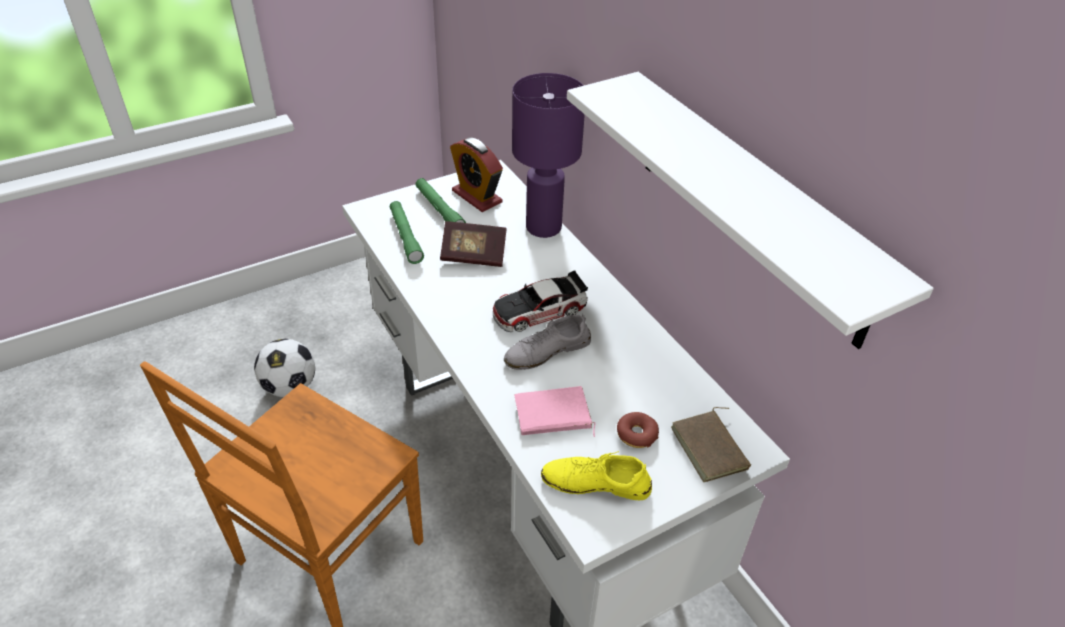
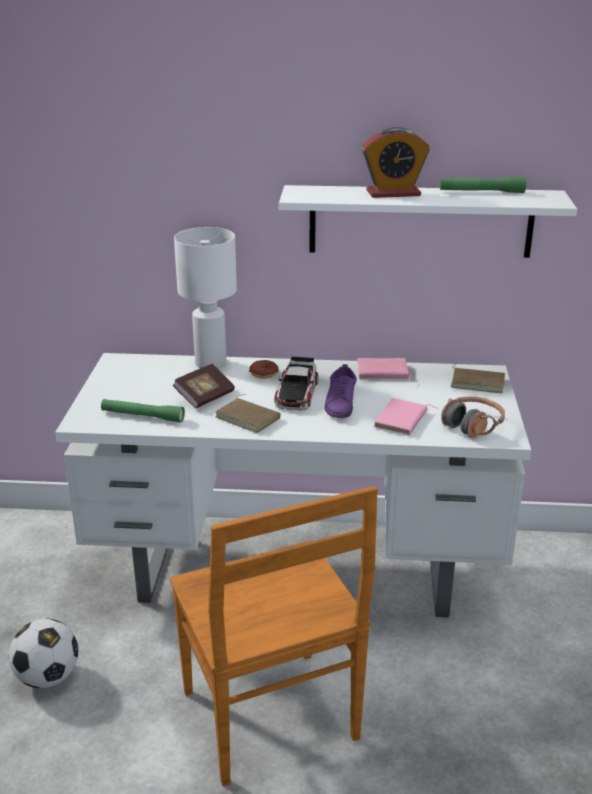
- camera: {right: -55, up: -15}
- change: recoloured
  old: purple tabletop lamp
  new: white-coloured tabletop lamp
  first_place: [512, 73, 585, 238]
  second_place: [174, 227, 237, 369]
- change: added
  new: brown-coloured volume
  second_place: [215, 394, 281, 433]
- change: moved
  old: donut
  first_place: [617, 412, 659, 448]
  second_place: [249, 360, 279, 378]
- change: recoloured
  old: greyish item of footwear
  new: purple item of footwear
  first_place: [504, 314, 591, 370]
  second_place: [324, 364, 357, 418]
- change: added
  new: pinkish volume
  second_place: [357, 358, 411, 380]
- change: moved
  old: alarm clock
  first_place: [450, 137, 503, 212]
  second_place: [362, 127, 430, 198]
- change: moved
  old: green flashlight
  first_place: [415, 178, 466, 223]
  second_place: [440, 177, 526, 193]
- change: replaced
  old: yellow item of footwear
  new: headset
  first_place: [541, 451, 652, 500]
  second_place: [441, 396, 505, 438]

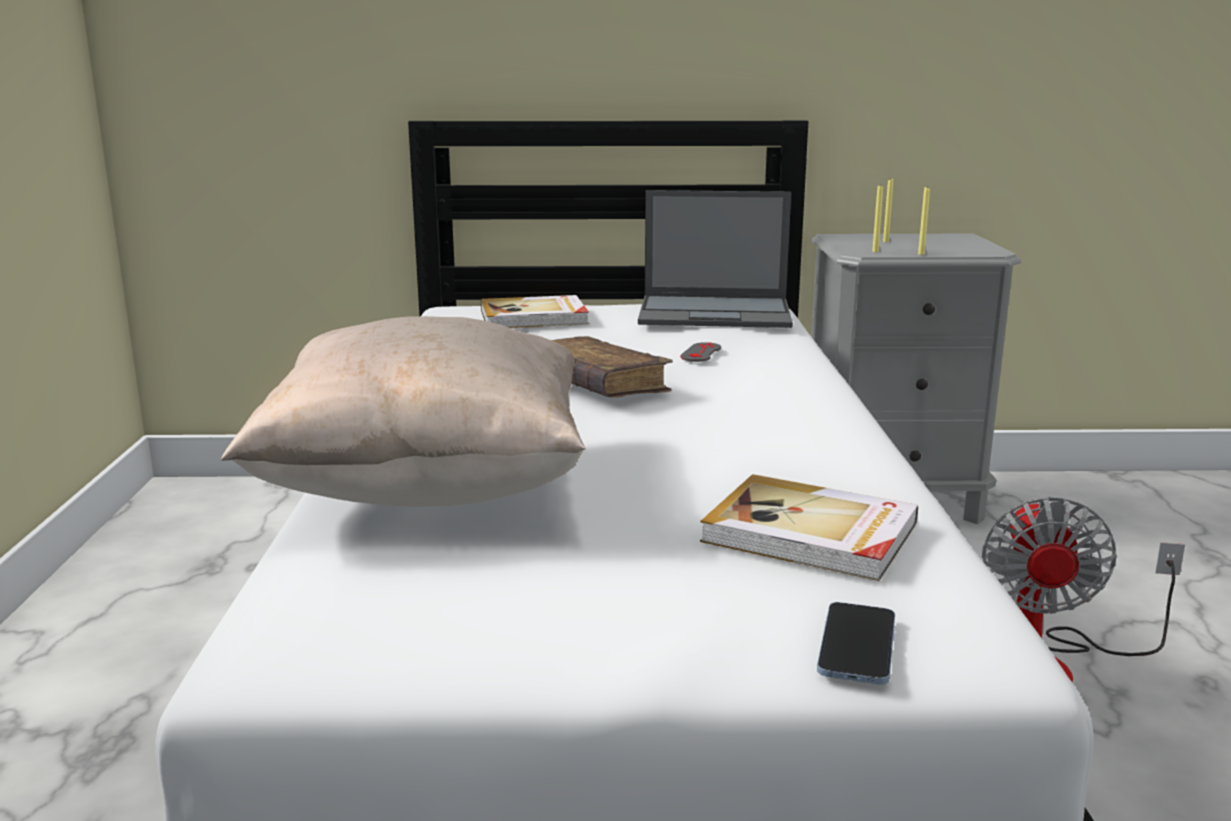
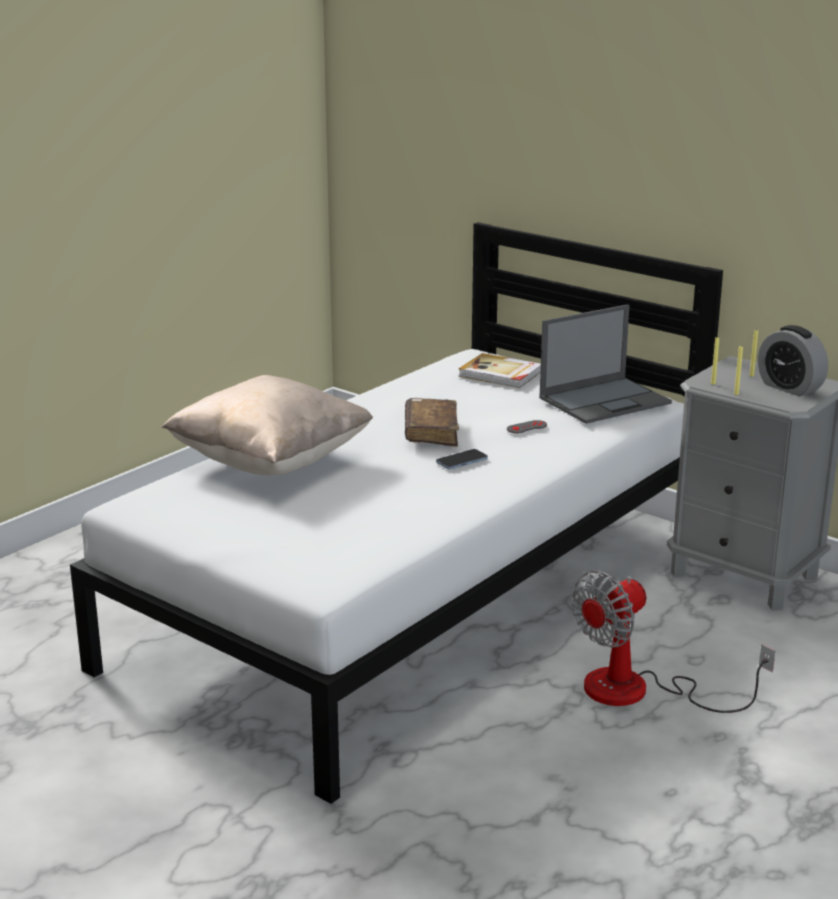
- camera: {right: 40, up: 5}
- change: moved
  old: phone
  first_place: [817, 602, 895, 685]
  second_place: [436, 449, 488, 469]
- change: turned
  old: laptop
  first_place: [638, 190, 793, 328]
  second_place: [539, 304, 672, 424]
  degrees: -75
- change: added
  new: alarm clock
  second_place: [758, 325, 828, 397]
- change: removed
  old: volume
  first_place: [700, 474, 918, 581]

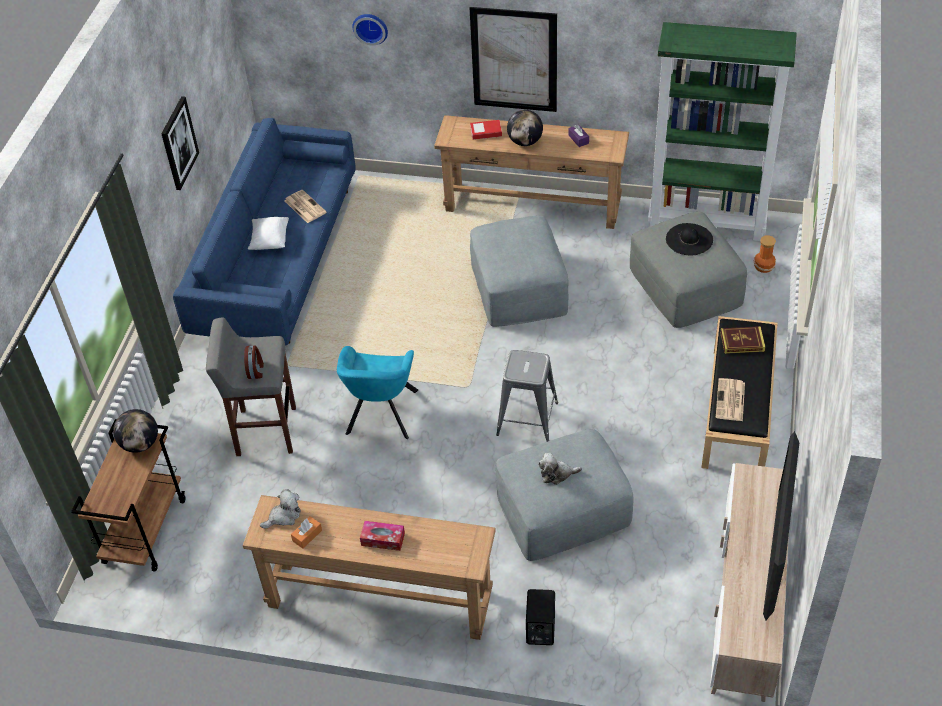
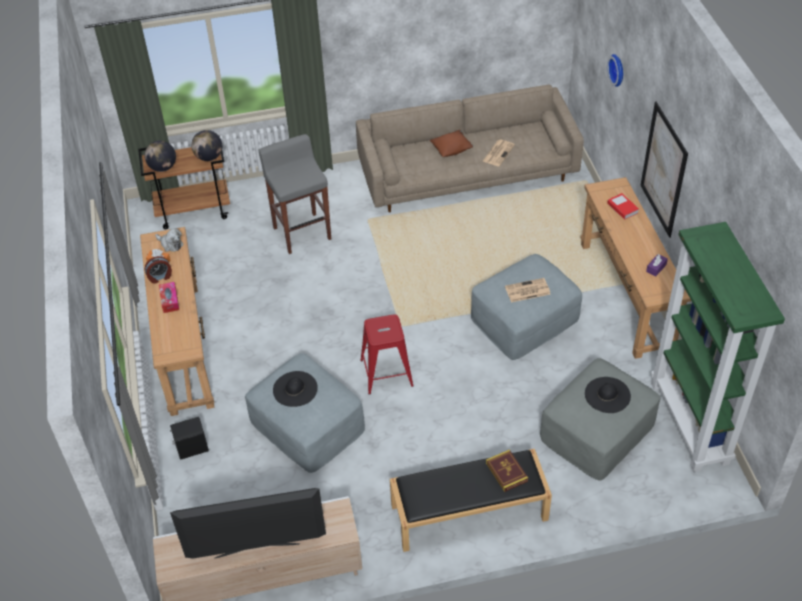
- camera: {right: 65, up: 0}
- change: moved
  old: world globe
  first_place: [507, 110, 543, 146]
  second_place: [144, 141, 176, 172]
- change: moved
  old: alarm clock
  first_place: [244, 346, 264, 379]
  second_place: [145, 256, 172, 284]
- change: replaced
  old: plush toy
  new: black-coloured hat
  first_place: [538, 453, 582, 485]
  second_place: [273, 371, 318, 407]
- change: recoloured
  old: blue couch
  new: sand-coloured couch
  first_place: [173, 118, 356, 345]
  second_place: [356, 84, 584, 212]
- change: recoloured
  old: greyish stool
  new: red-coloured stool
  first_place: [496, 350, 558, 442]
  second_place: [360, 314, 414, 395]
- change: recoloured
  old: white-coloured pillow
  new: brown-coloured pillow
  first_place: [248, 217, 289, 250]
  second_place: [430, 130, 473, 157]
- change: moved
  old: newspaper
  first_place: [716, 378, 745, 421]
  second_place: [505, 278, 550, 302]
- change: removed
  old: picture
  first_place: [161, 96, 199, 190]
- change: removed
  old: turquoise armchair
  first_place: [337, 346, 418, 439]
- change: removed
  old: vase
  first_place: [754, 235, 776, 273]

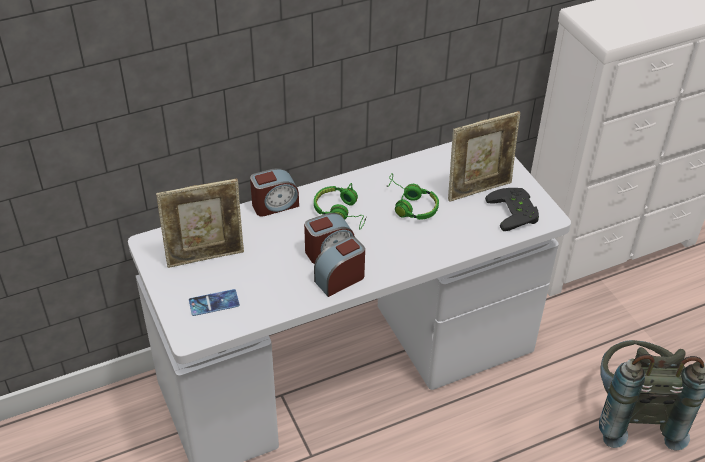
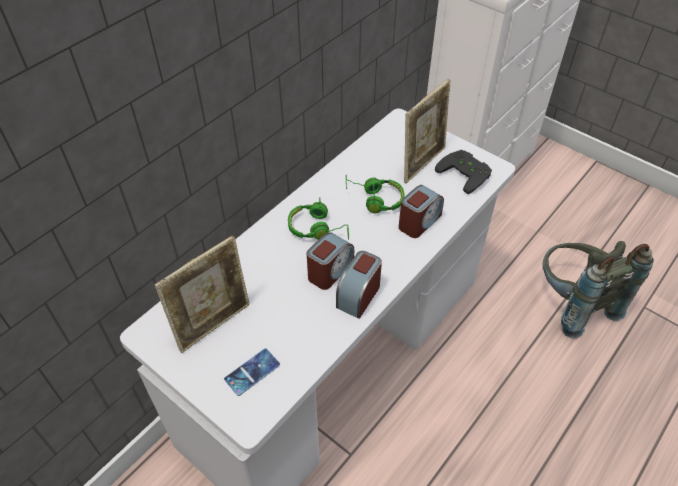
- camera: {right: -25, up: 5}
- change: moved
  old: alarm clock
  first_place: [250, 168, 299, 217]
  second_place: [399, 185, 444, 238]

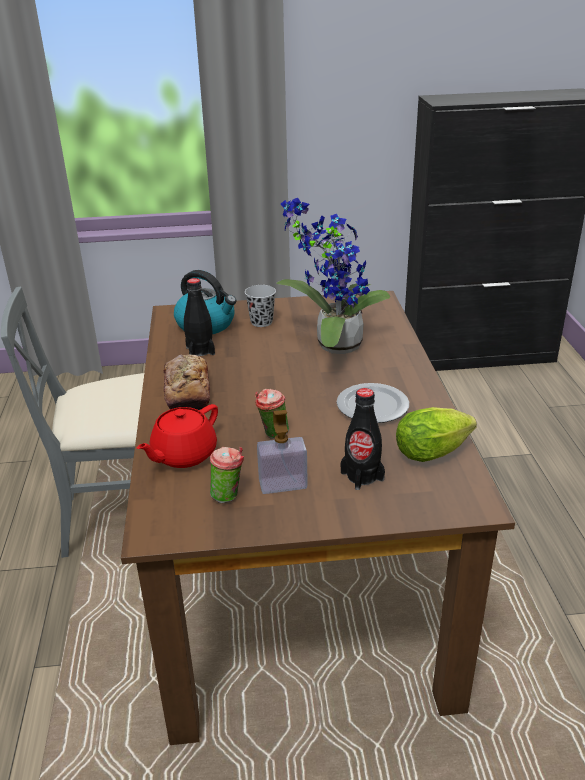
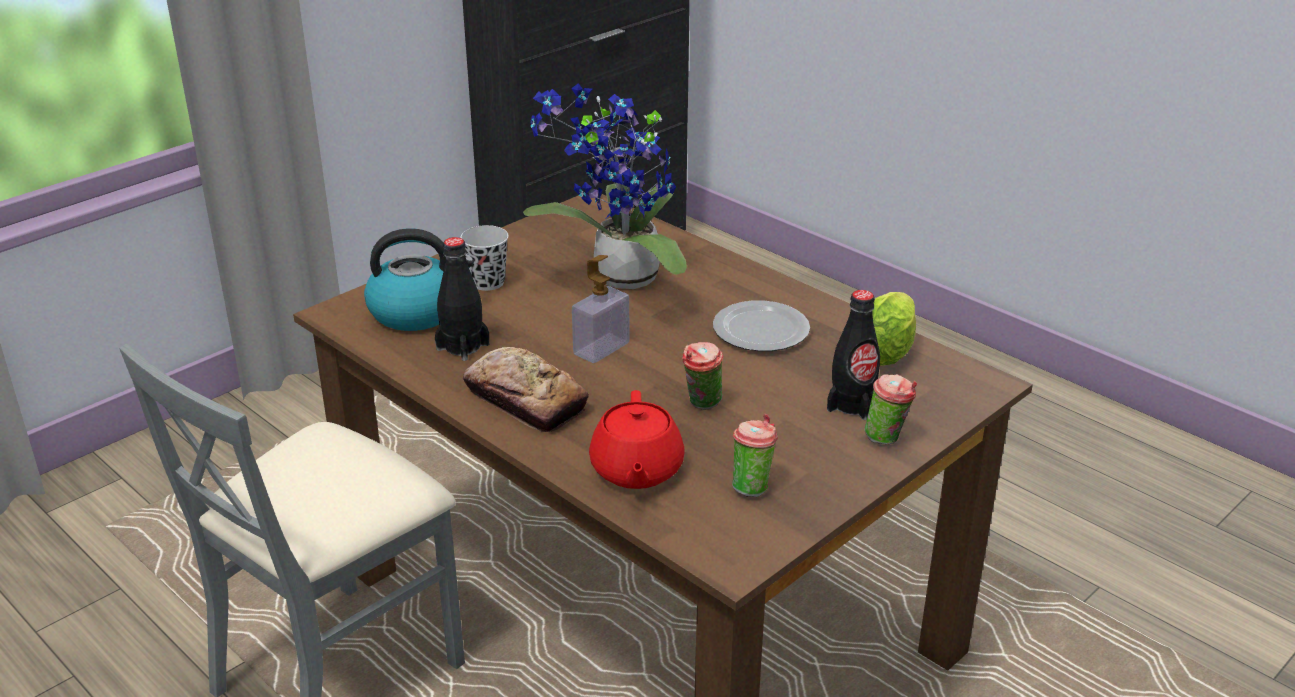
- camera: {right: -40, up: 0}
- change: moved
  old: soap bottle
  first_place: [257, 410, 308, 494]
  second_place: [572, 255, 630, 363]
- change: added
  new: small cup
  second_place: [864, 374, 917, 444]

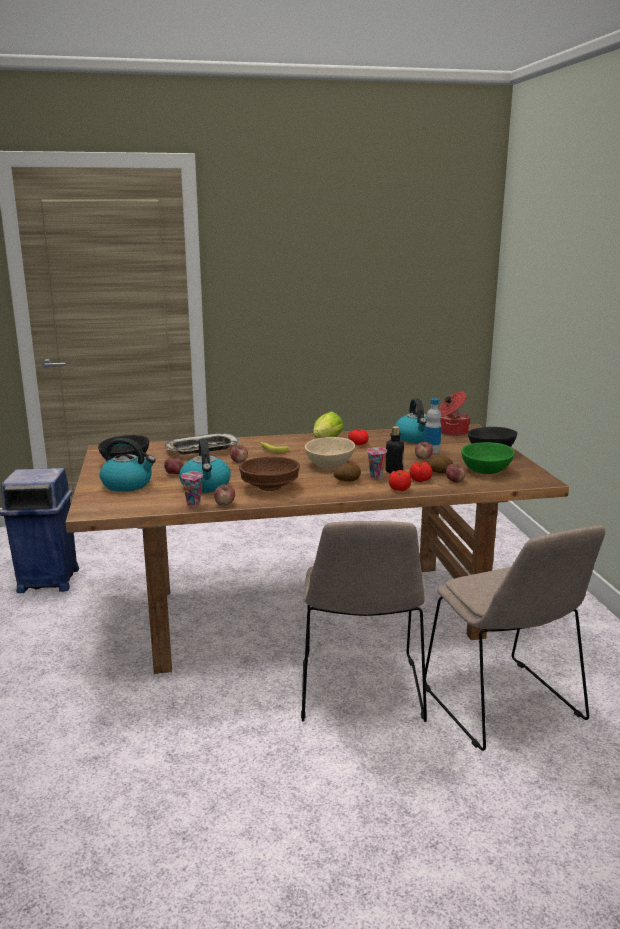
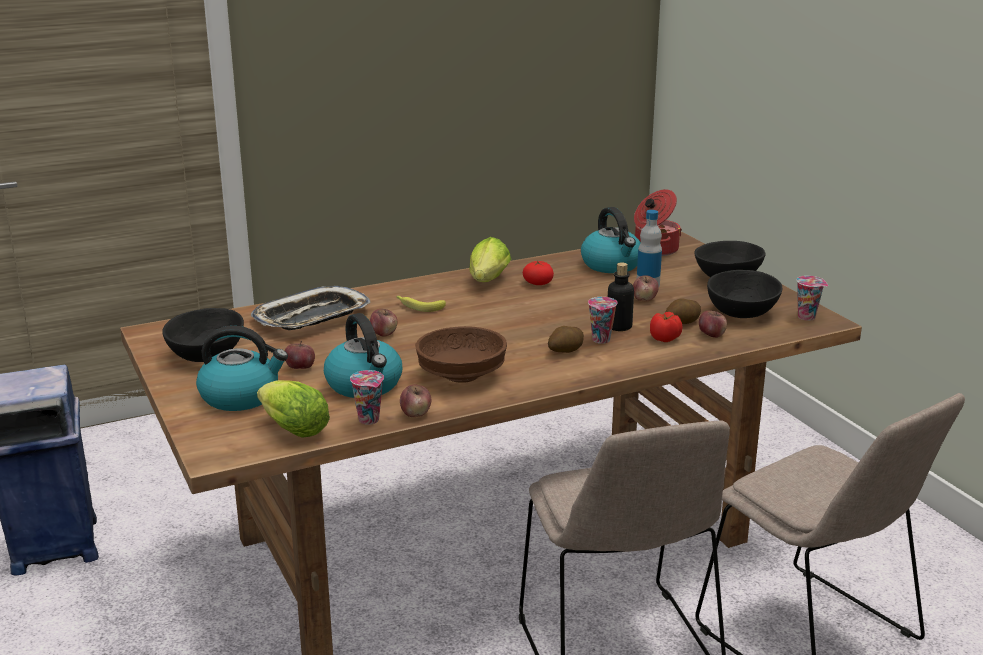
- camera: {right: -15, up: 5}
- change: added
  new: head of lettuce
  second_place: [257, 380, 330, 438]
- change: recoloured
  old: green deep dish
  new: black-coloured deep dish
  first_place: [462, 442, 515, 474]
  second_place: [707, 270, 782, 318]
- change: added
  new: small cup
  second_place: [797, 276, 828, 321]
- change: removed
  old: sand-coloured deep dish
  first_place: [305, 437, 355, 468]
- change: removed
  old: whole tomato
  first_place: [389, 470, 411, 491]

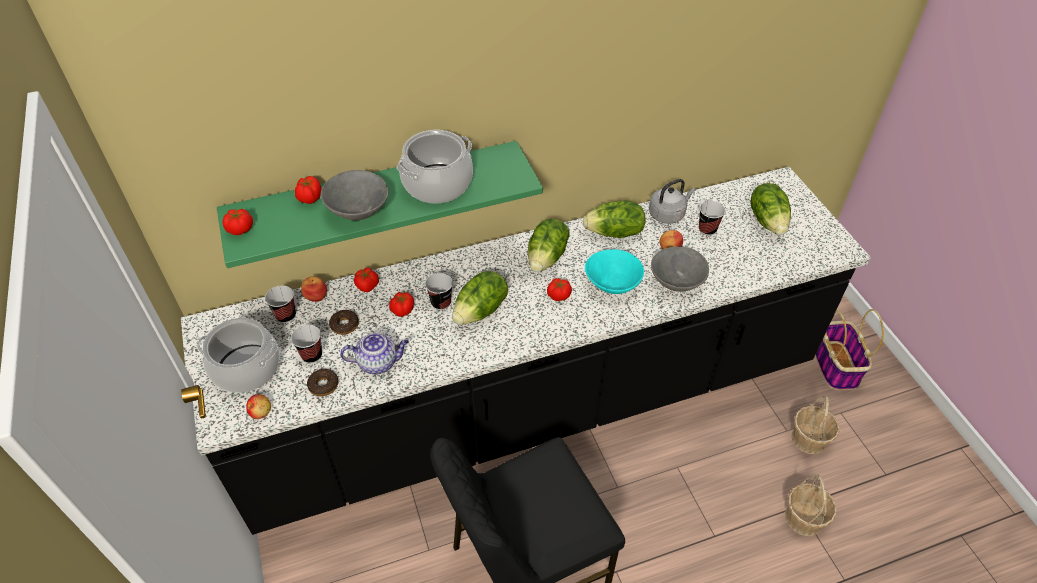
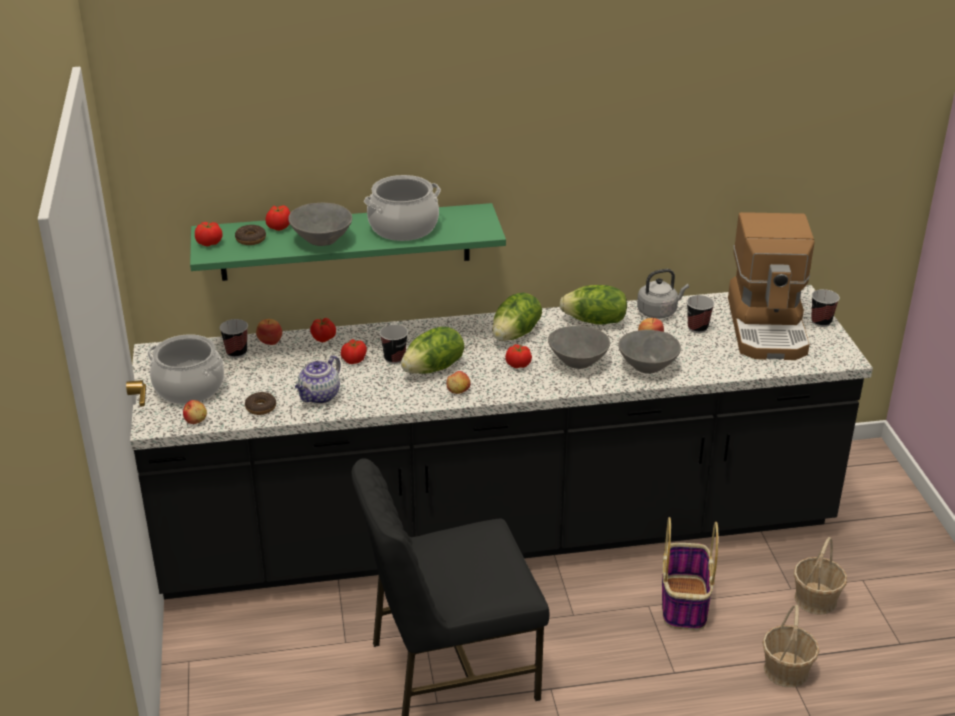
- camera: {right: 10, up: -15}
- change: moved
  old: donut
  first_place: [329, 310, 359, 335]
  second_place: [235, 225, 266, 245]
- change: turned
  old: pot for tea
  first_place: [340, 333, 409, 374]
  second_place: [295, 355, 341, 404]
  degrees: 120
- change: added
  new: apple
  second_place: [446, 371, 471, 394]
- change: recoloured
  old: turquoise deep dish
  new: greyish deep dish
  first_place: [585, 249, 644, 294]
  second_place: [548, 326, 610, 369]
- change: moved
  old: storage basket
  first_place: [815, 309, 884, 390]
  second_place: [662, 517, 718, 630]
- change: replaced
  old: head of lettuce
  new: coffee brewer
  first_place: [750, 183, 791, 235]
  second_place: [728, 212, 815, 360]
- change: moved
  old: small cup
  first_place: [291, 325, 322, 363]
  second_place: [811, 289, 840, 327]

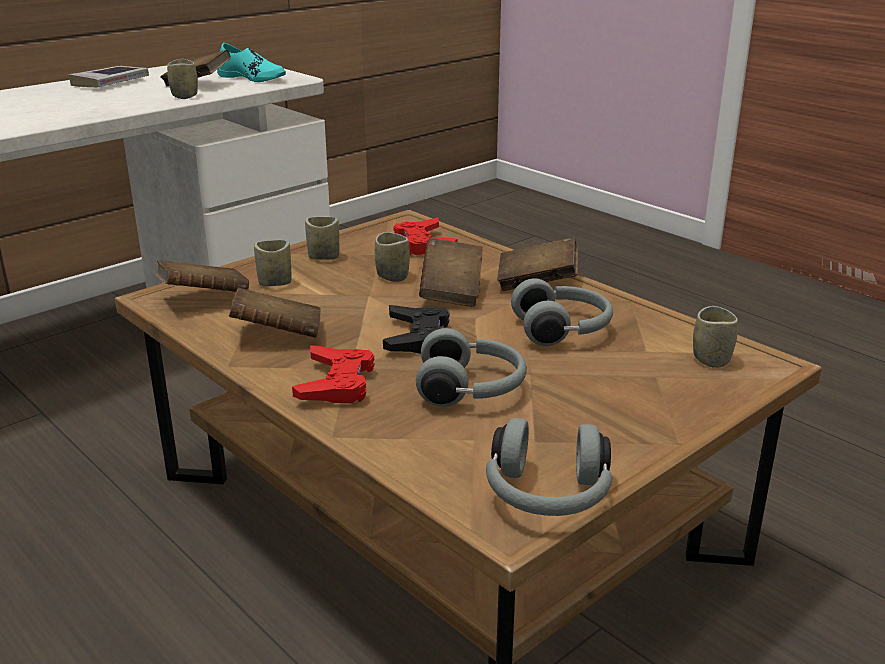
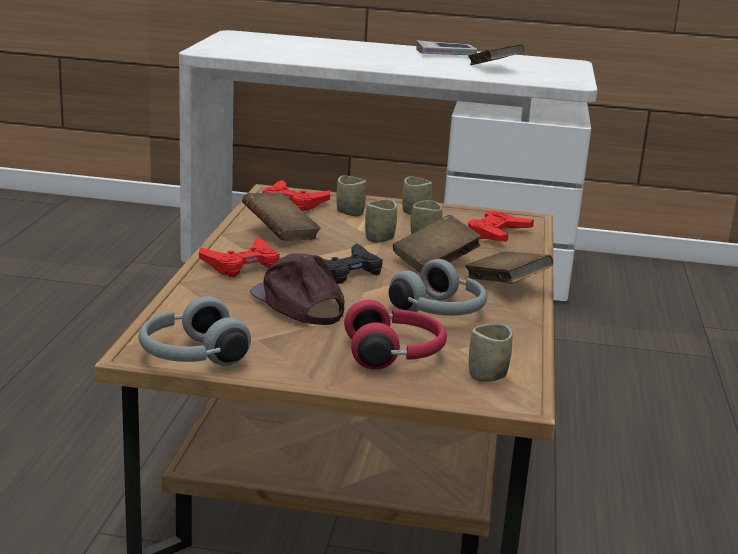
- camera: {right: 50, up: -5}
- change: replaced
  old: greyish headset
  new: brown-coloured peaked cap
  first_place: [416, 328, 527, 407]
  second_place: [250, 253, 345, 325]
- change: replaced
  old: brown-coloured volume
  new: red-coloured game controller
  first_place: [156, 260, 249, 292]
  second_place: [262, 180, 330, 212]
- change: added
  new: red-coloured headset
  second_place: [344, 300, 447, 370]
- change: moved
  old: small cup
  first_place: [167, 59, 198, 99]
  second_place: [365, 199, 397, 243]
- change: removed
  old: turquoise item of footwear
  first_place: [217, 43, 286, 82]

